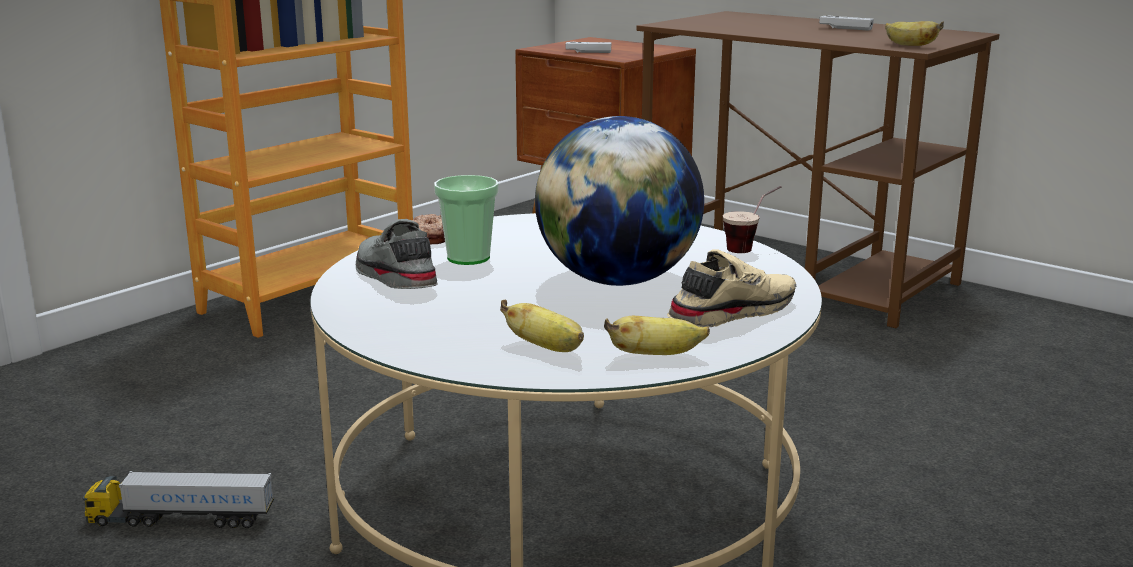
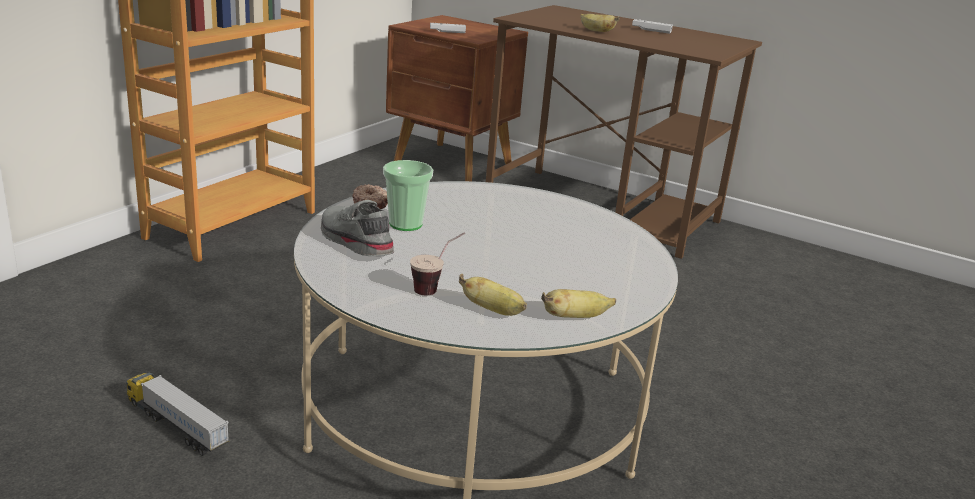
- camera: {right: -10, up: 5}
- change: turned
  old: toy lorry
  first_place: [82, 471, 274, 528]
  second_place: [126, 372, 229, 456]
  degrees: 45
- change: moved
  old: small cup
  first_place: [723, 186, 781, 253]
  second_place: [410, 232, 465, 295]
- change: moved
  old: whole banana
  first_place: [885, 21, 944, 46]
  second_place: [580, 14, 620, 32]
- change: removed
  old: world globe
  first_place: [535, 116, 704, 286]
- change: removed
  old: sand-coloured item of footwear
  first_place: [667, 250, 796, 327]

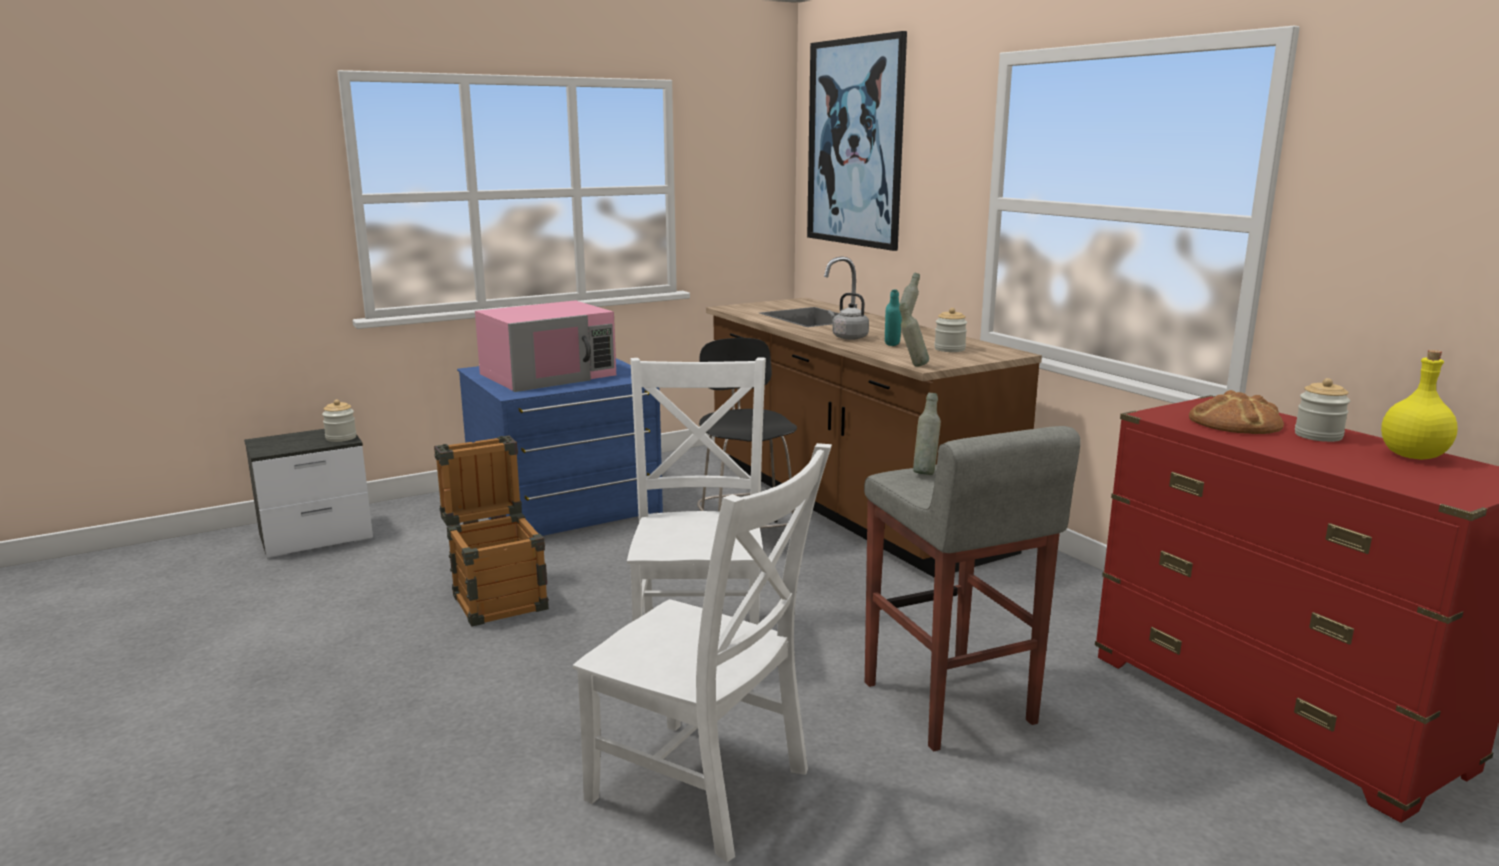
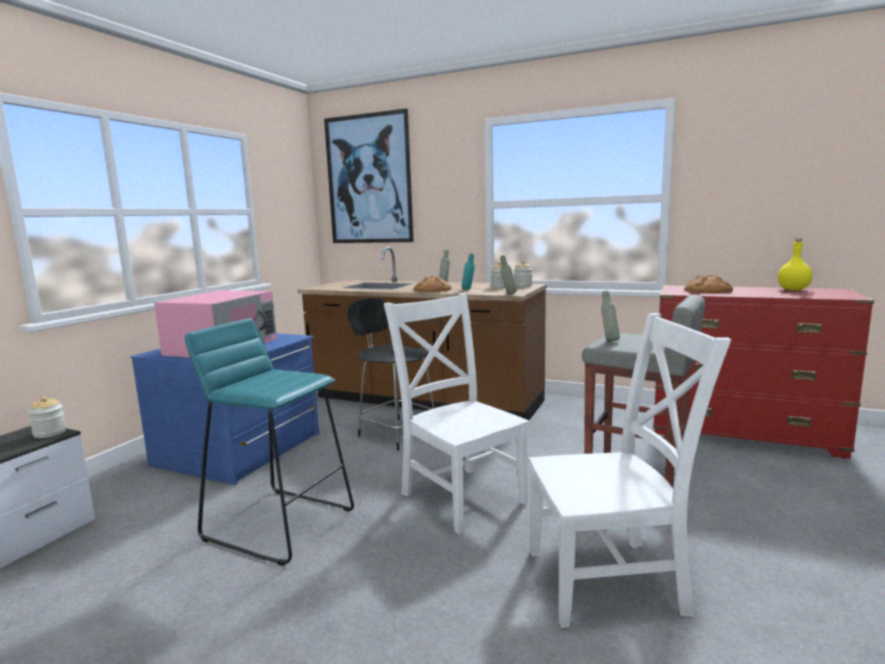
- camera: {right: -35, up: -5}
- change: replaced
  old: crate
  new: turquoise stool
  first_place: [434, 435, 549, 627]
  second_place: [185, 319, 354, 566]
- change: replaced
  old: greyish tea kettle
  new: bread
  first_place: [828, 293, 869, 340]
  second_place: [414, 276, 452, 292]
- change: moved
  old: preserve jar
  first_place: [1295, 378, 1350, 442]
  second_place: [514, 261, 532, 287]

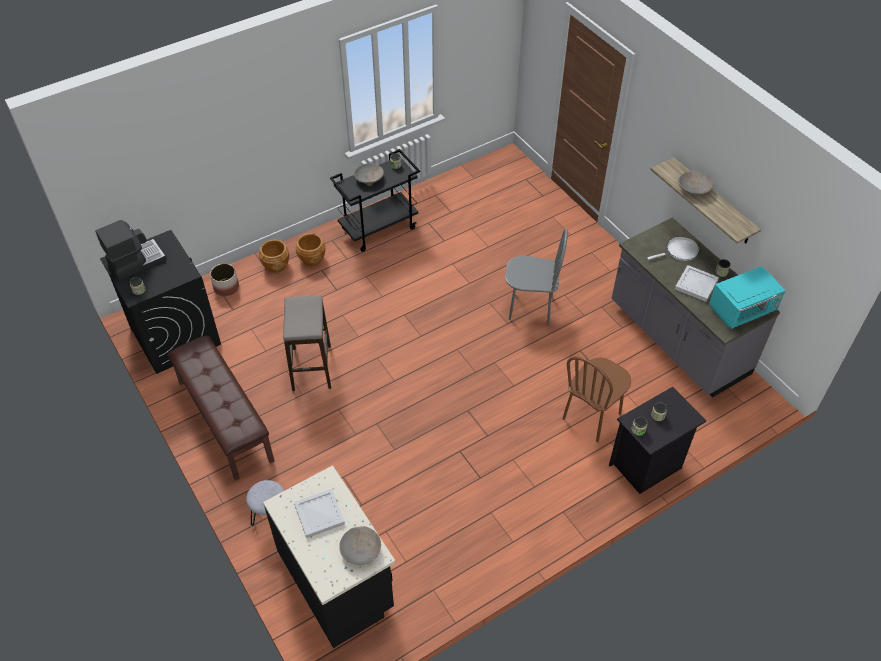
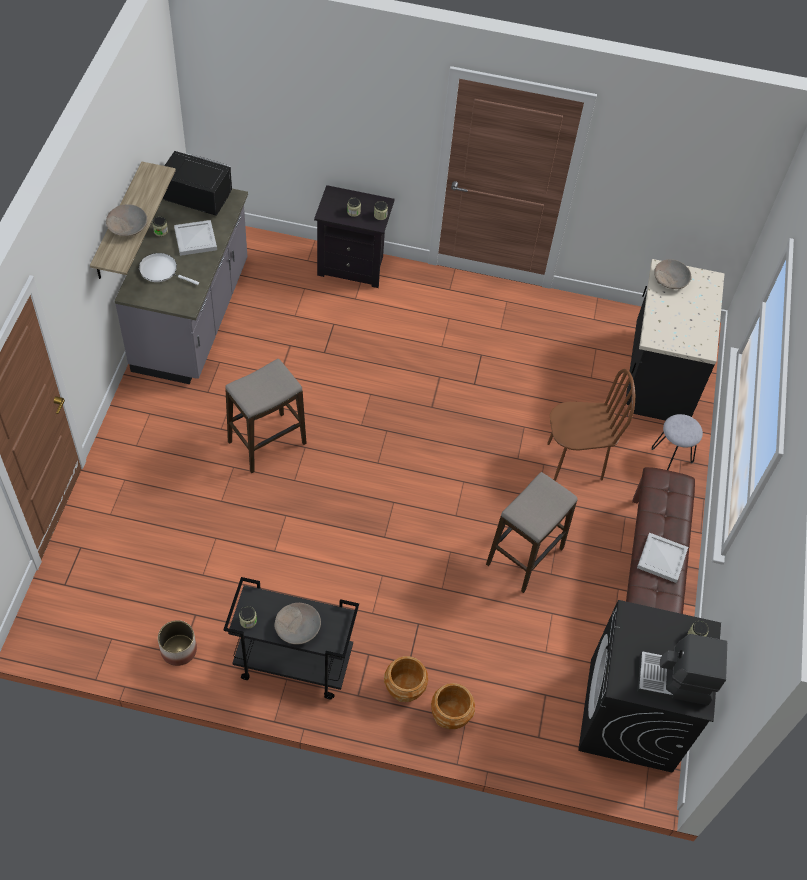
- camera: {right: -140, up: 5}
- change: moved
  old: plant pot
  first_place: [210, 263, 239, 296]
  second_place: [158, 620, 197, 666]
- change: recoloured
  old: turquoise microwave oven
  new: black-coloured microwave oven
  first_place: [709, 266, 785, 329]
  second_place: [163, 151, 232, 216]
- change: replaced
  old: greyish upright chair
  new: stool
  first_place: [505, 229, 568, 326]
  second_place: [225, 359, 307, 473]
- change: moved
  old: brown-coloured upright chair
  first_place: [563, 356, 631, 442]
  second_place: [547, 369, 635, 481]
- change: moved
  old: white-coloured serving tray
  first_place: [294, 489, 345, 538]
  second_place: [637, 533, 688, 583]

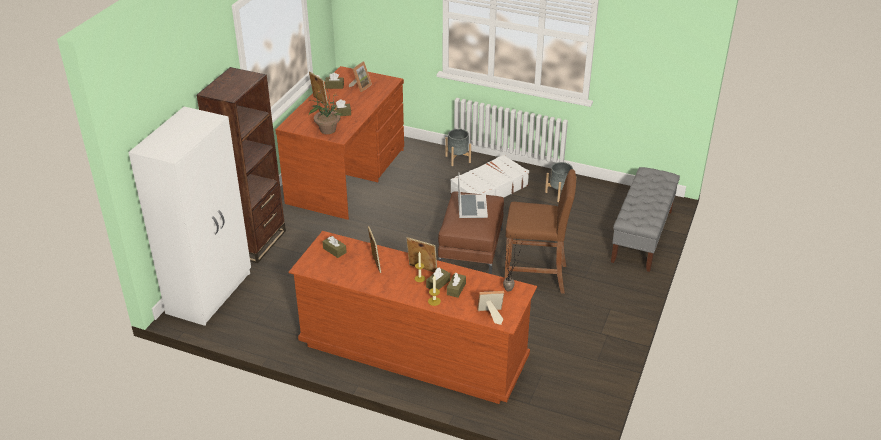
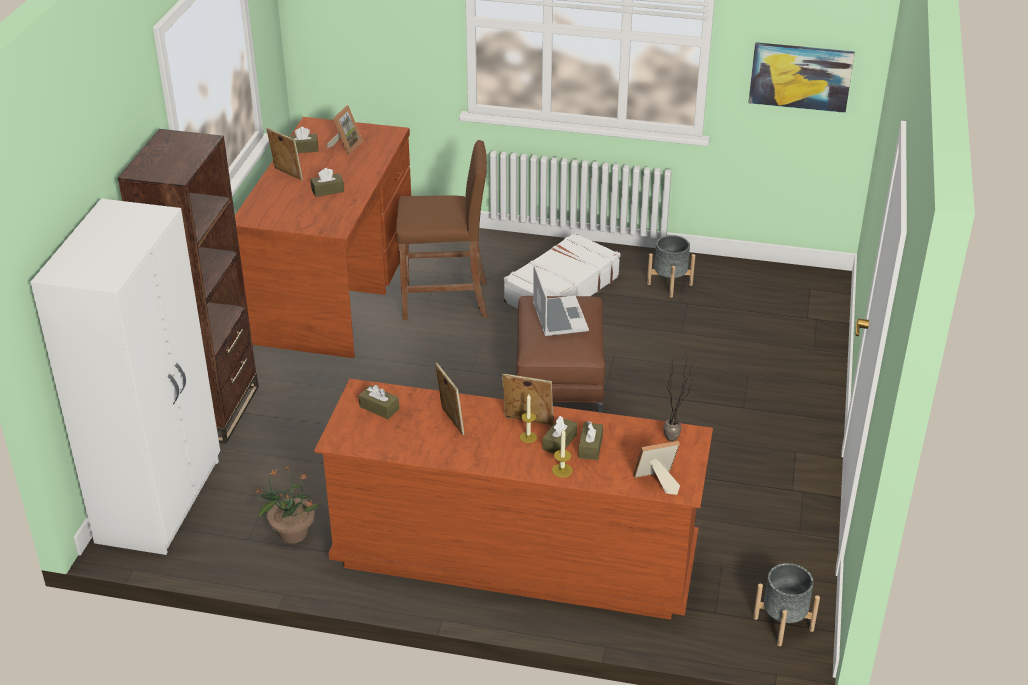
- camera: {right: -10, up: 0}
- change: moved
  old: houseplant
  first_place: [309, 89, 342, 134]
  second_place: [255, 464, 319, 544]
- change: moved
  old: brown-coloured stool
  first_place: [505, 169, 576, 294]
  second_place: [396, 140, 488, 320]
- change: added
  new: picture
  second_place: [749, 42, 855, 113]
- change: moved
  old: greyish plant pot
  first_place: [445, 129, 471, 166]
  second_place: [753, 563, 820, 646]
- change: removed
  old: greyish long seat
  first_place: [611, 167, 680, 272]

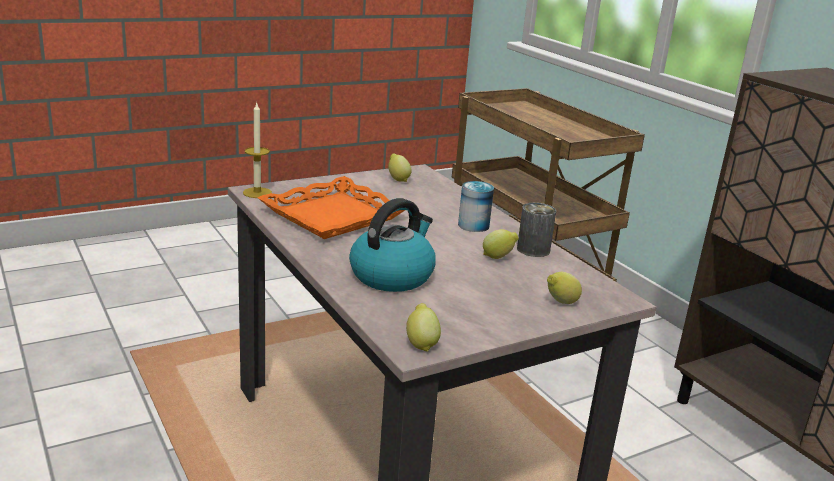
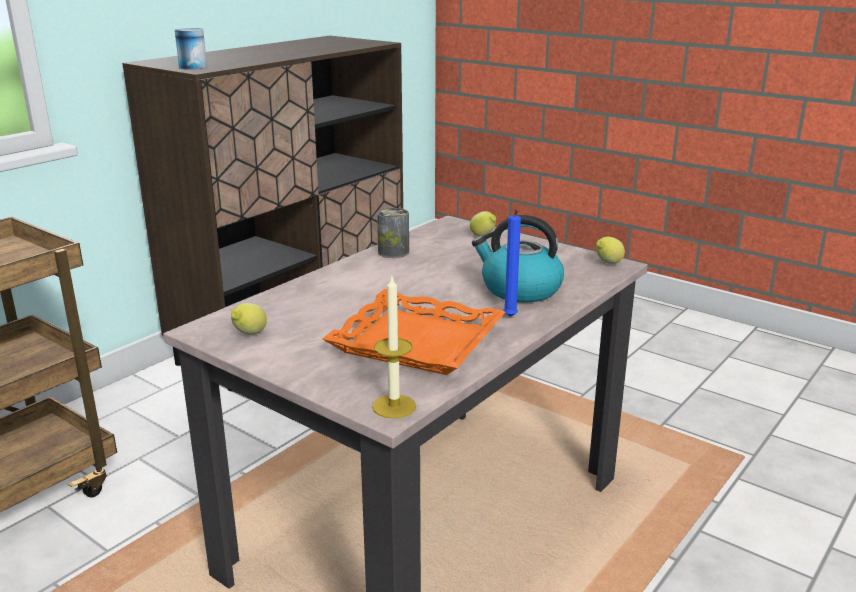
- camera: {right: -110, up: 0}
- change: moved
  old: metal can
  first_place: [458, 181, 494, 232]
  second_place: [175, 28, 207, 70]
- change: added
  new: blue candle
  second_place: [503, 209, 521, 317]
- change: removed
  old: lemon
  first_place: [483, 229, 519, 259]

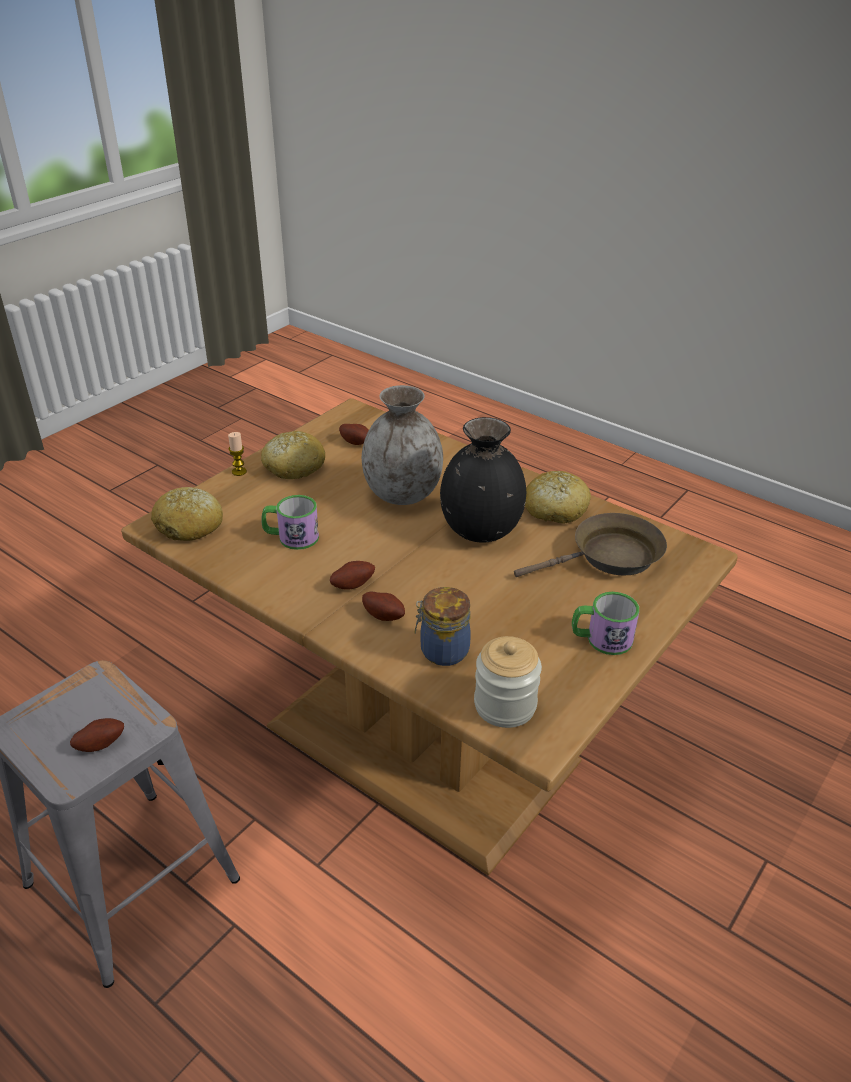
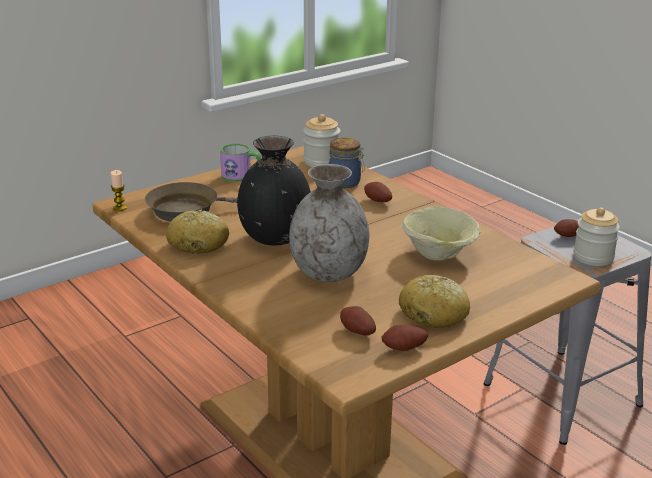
- camera: {right: -165, up: -10}
- change: moved
  old: candle
  first_place: [228, 432, 247, 476]
  second_place: [111, 170, 127, 211]
- change: moved
  old: whole potato
  first_place: [330, 561, 375, 590]
  second_place: [382, 325, 428, 351]
- change: replaced
  old: coffee mug
  new: sand-coloured deep dish
  first_place: [261, 495, 319, 550]
  second_place: [401, 206, 481, 261]
- change: added
  new: preserve jar
  second_place: [573, 207, 620, 266]
- change: removed
  old: bread
  first_place: [151, 487, 223, 541]

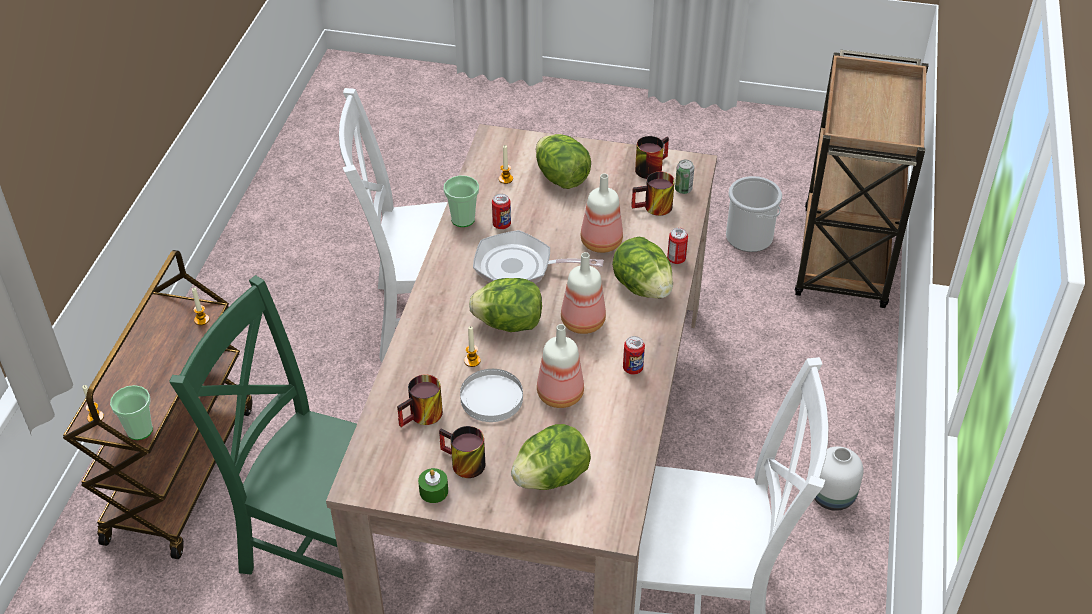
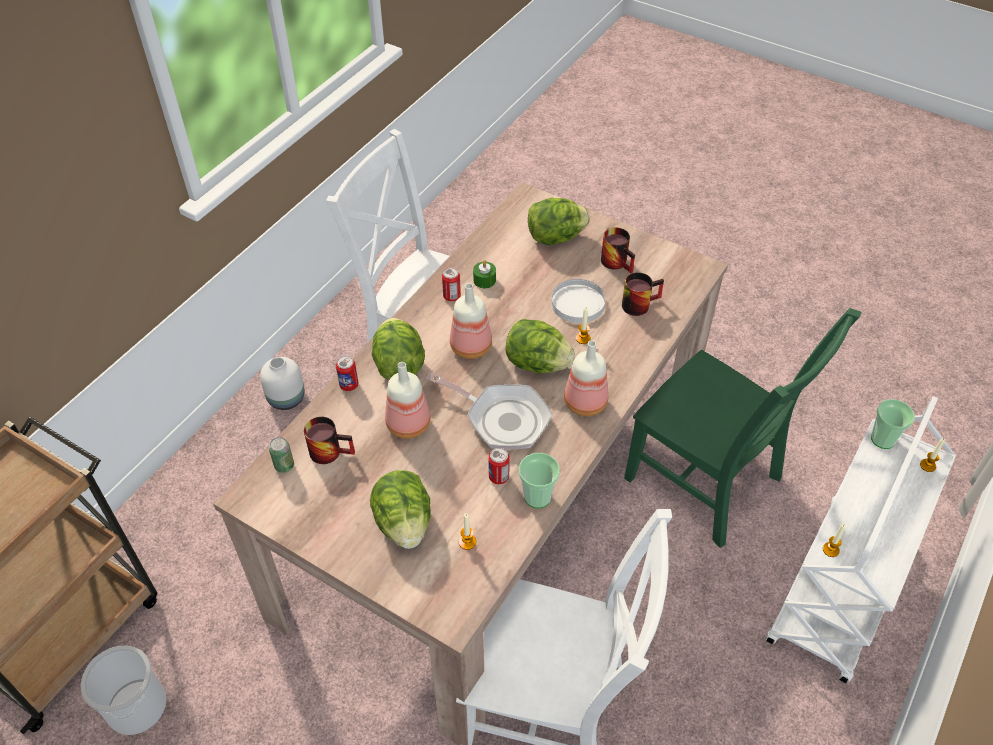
- camera: {right: -160, up: 5}
- change: moved
  old: green candle
  first_place: [418, 468, 448, 503]
  second_place: [473, 260, 496, 288]
- change: moved
  old: drink bottle
  first_place: [537, 324, 584, 408]
  second_place: [564, 340, 608, 416]
- change: recoloured
  old: brown-coloured wheeled cart
  new: white-coloured wheeled cart
  first_place: [63, 250, 252, 559]
  second_place: [766, 396, 956, 683]
- change: removed
  old: coffee mug
  first_place: [635, 136, 669, 179]

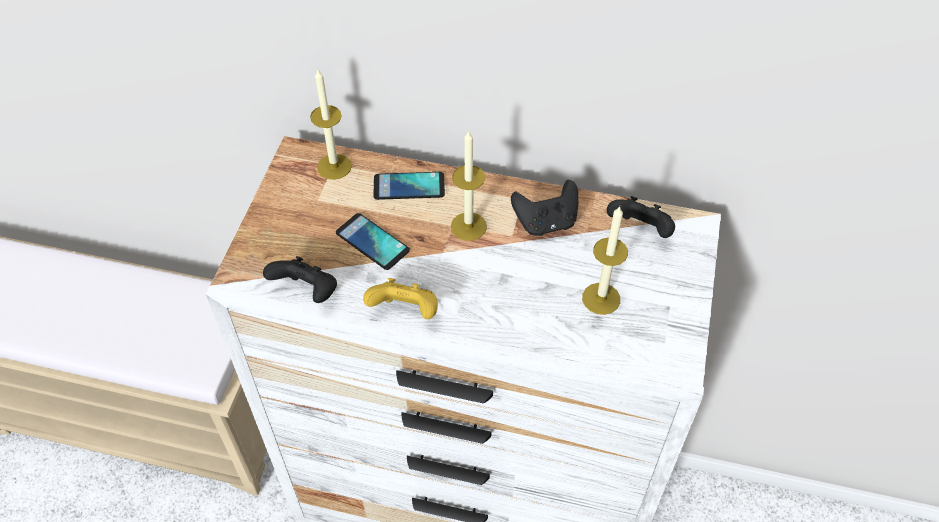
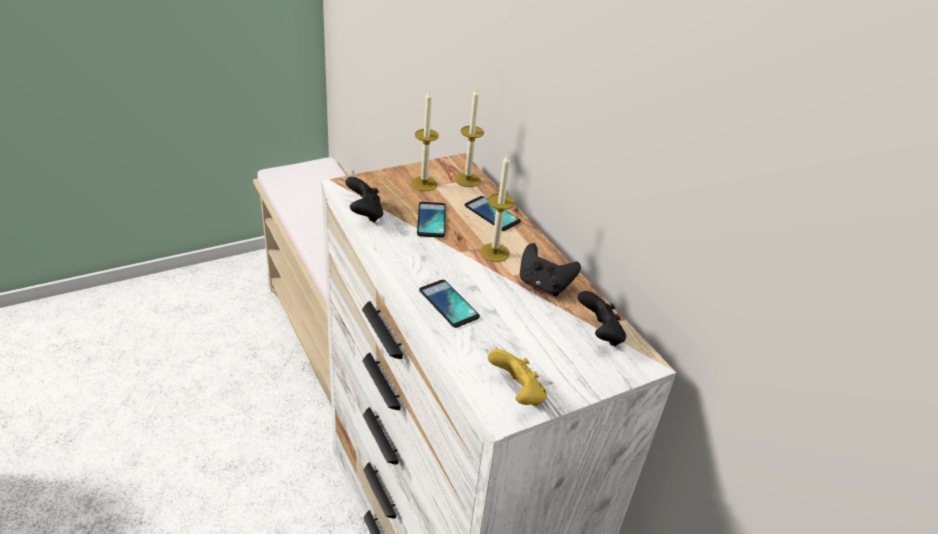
- camera: {right: 45, up: -15}
- change: moved
  old: candle
  first_place: [582, 206, 628, 315]
  second_place: [411, 91, 439, 191]
- change: added
  new: phone
  second_place: [419, 280, 480, 328]
- change: moved
  old: yellow game controller
  first_place: [363, 278, 438, 319]
  second_place: [488, 349, 547, 406]

